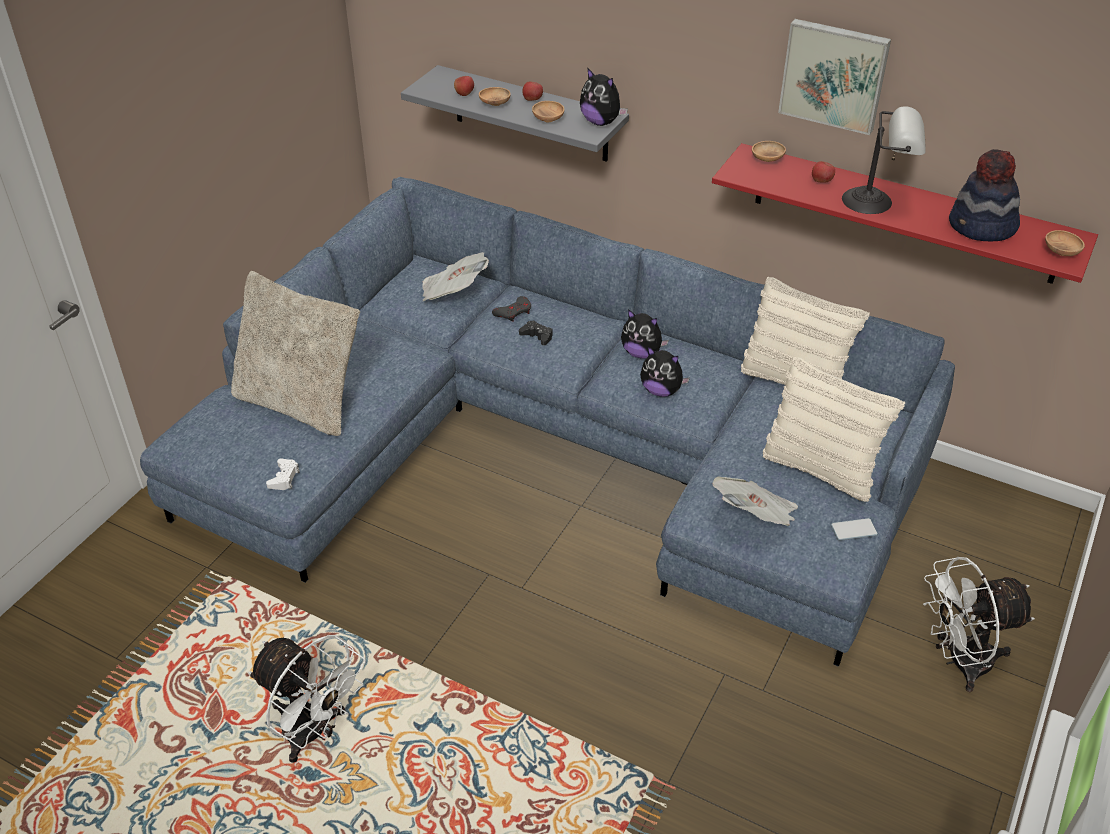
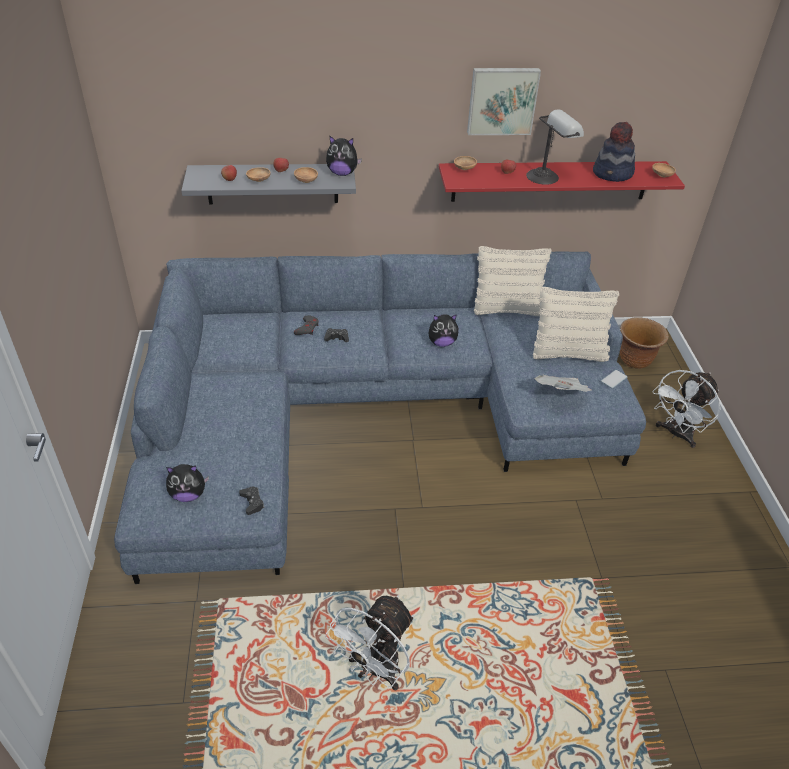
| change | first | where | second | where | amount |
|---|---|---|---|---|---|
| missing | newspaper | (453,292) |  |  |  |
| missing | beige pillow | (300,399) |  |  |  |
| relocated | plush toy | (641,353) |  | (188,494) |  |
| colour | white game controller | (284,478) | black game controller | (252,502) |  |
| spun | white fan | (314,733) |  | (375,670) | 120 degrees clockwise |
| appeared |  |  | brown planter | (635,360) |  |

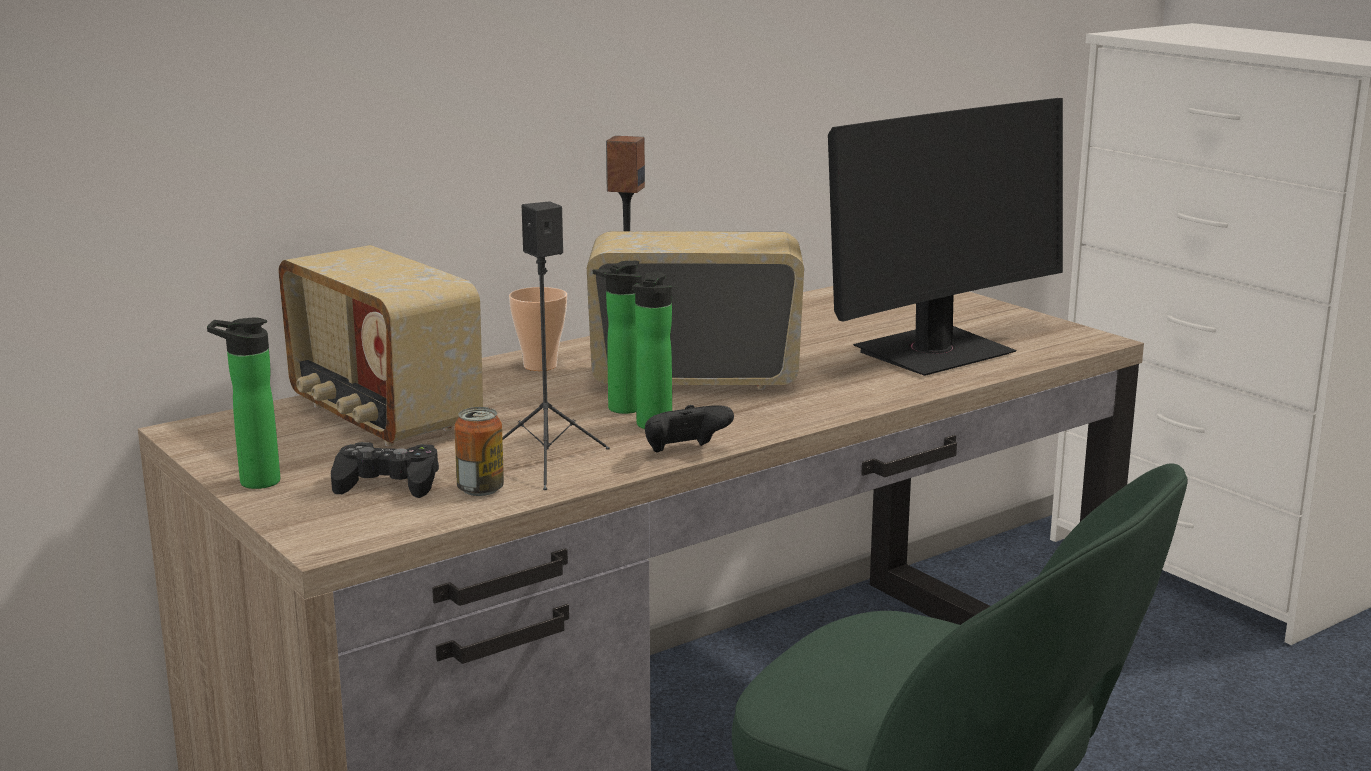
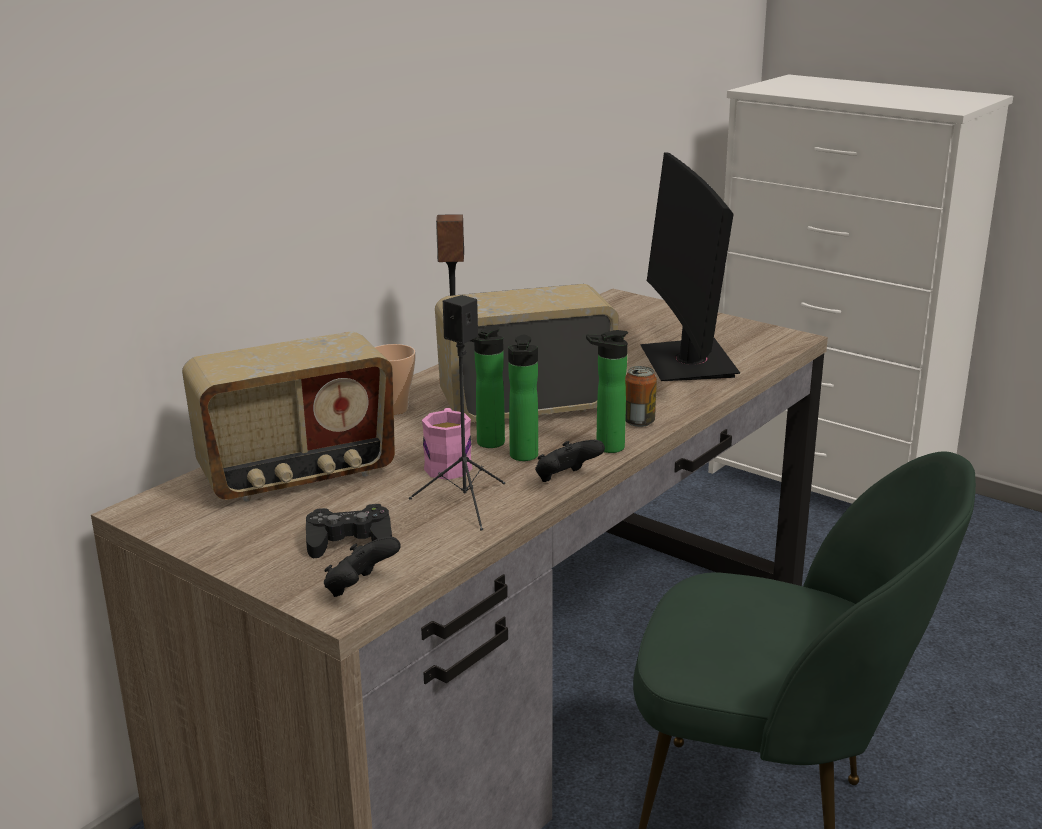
| change | first | where | second | where | amount |
|---|---|---|---|---|---|
| spun | monitor | (935,353) |  | (688,362) | 135 degrees clockwise |
| spun | radio | (381,417) |  | (297,476) | 60 degrees counterclockwise |
| relocated | bottle | (253,482) |  | (605,448) |  |
| relocated | can | (480,489) |  | (639,422) |  |
| appeared |  |  | pink mug | (448,464) |  |
| appeared |  |  | black game controller | (360,589) |  |

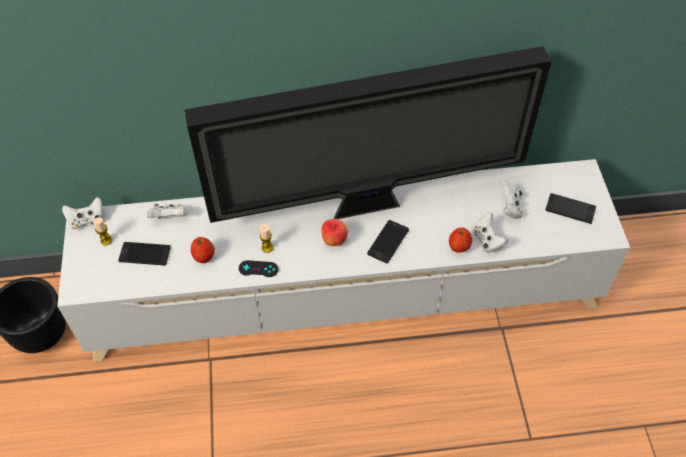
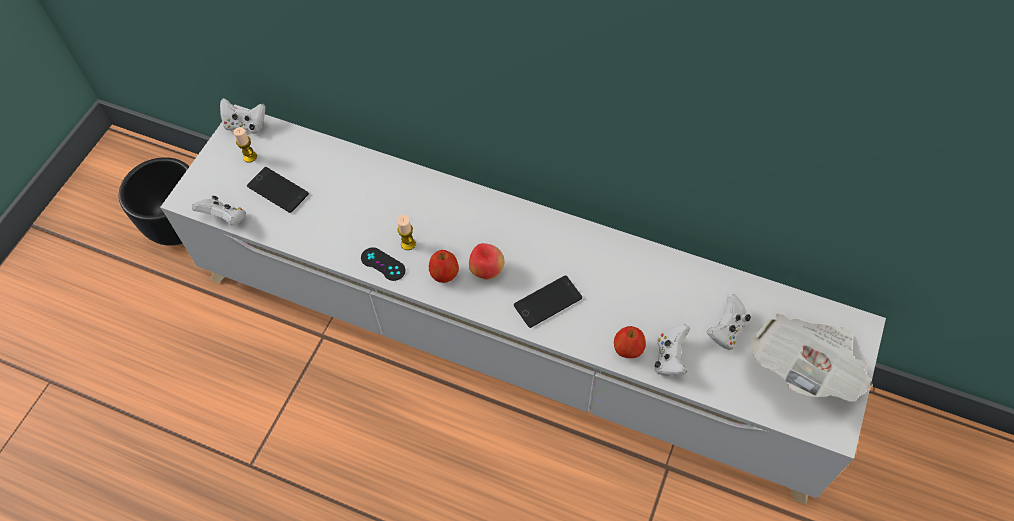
| change | first | where | second | where | amount |
|---|---|---|---|---|---|
| missing | television | (369,204) |  |  |  |
| exchanged | phone | (570,209) | newspaper | (805,368) |  |
| relocated | white game controller | (169,217) |  | (225,218) |  |
| relocated | apple | (204,257) |  | (444,275) |  |

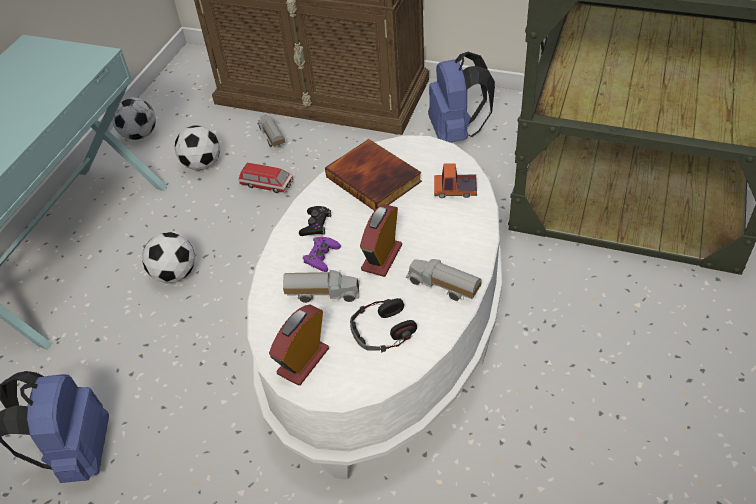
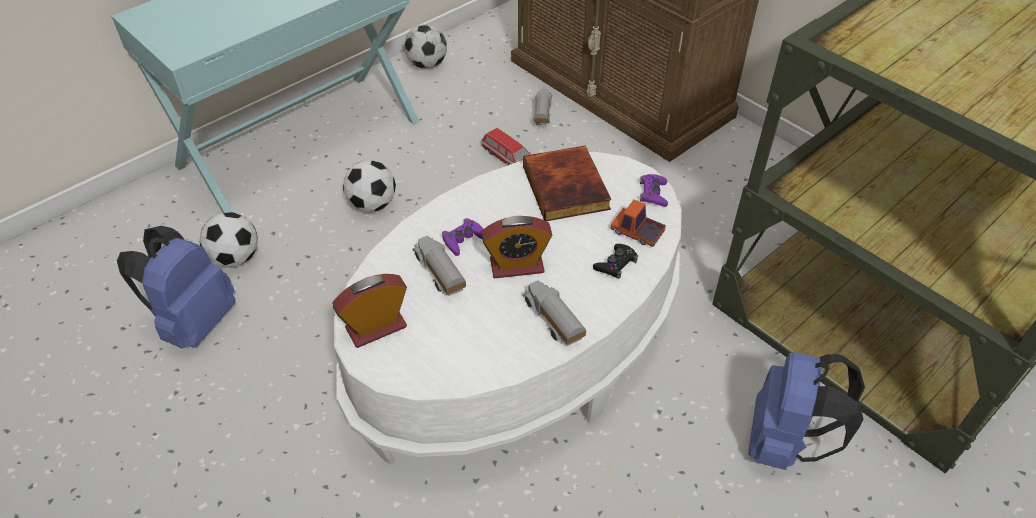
| change | first | where | second | where | amount |
|---|---|---|---|---|---|
| relocated | blue backpack | (456,133) |  | (784,442) |  |
| relocated | football | (202,164) |  | (235,258) |  |
| spun | alarm clock | (382,257) |  | (517,266) | 150 degrees counterclockwise |
| relocated | black game controller | (316,224) |  | (616,264) |  |
| spun | toy truck | (323,293) |  | (439,274) | 150 degrees counterclockwise |
| missing | headphones | (382,331) |  |  |  |
| appeared |  |  | purple game controller | (653,193) |  |

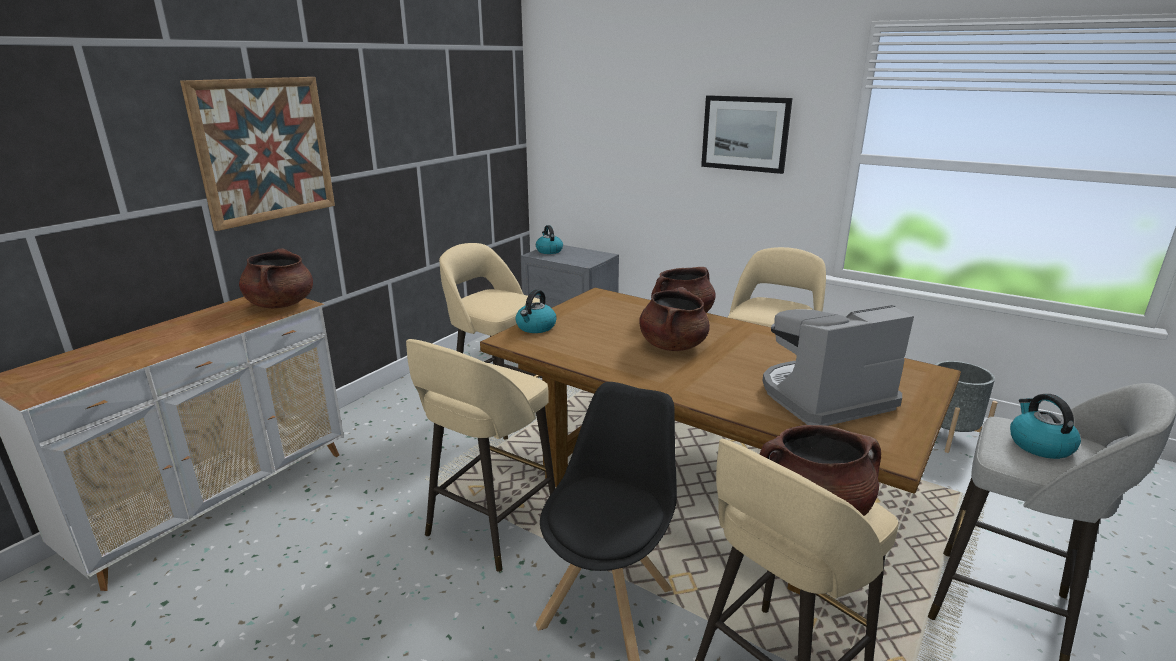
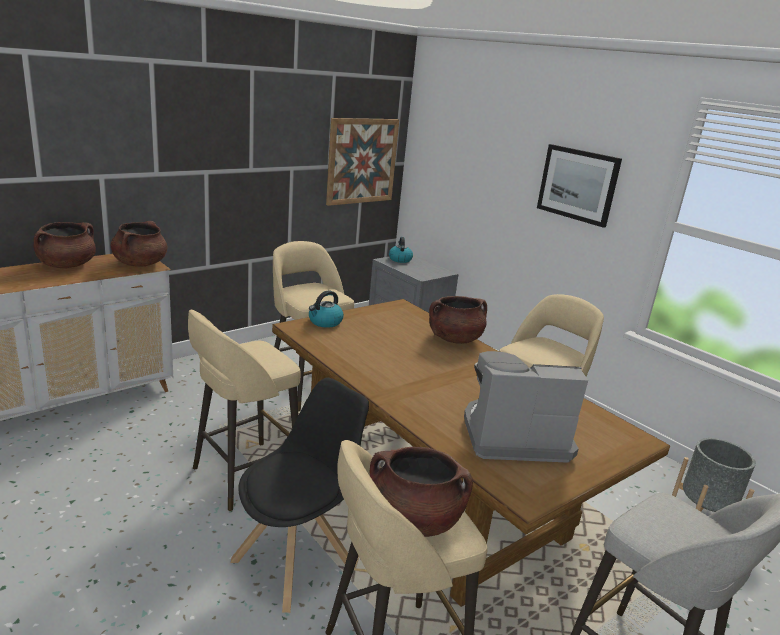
| change | first | where | second | where | amount |
|---|---|---|---|---|---|
| relocated | picture | (265,150) |  | (362,161) |  |
| relocated | brown cooking pot | (672,345) |  | (67,265) |  |
| missing | kettle | (1039,445) |  |  |  |

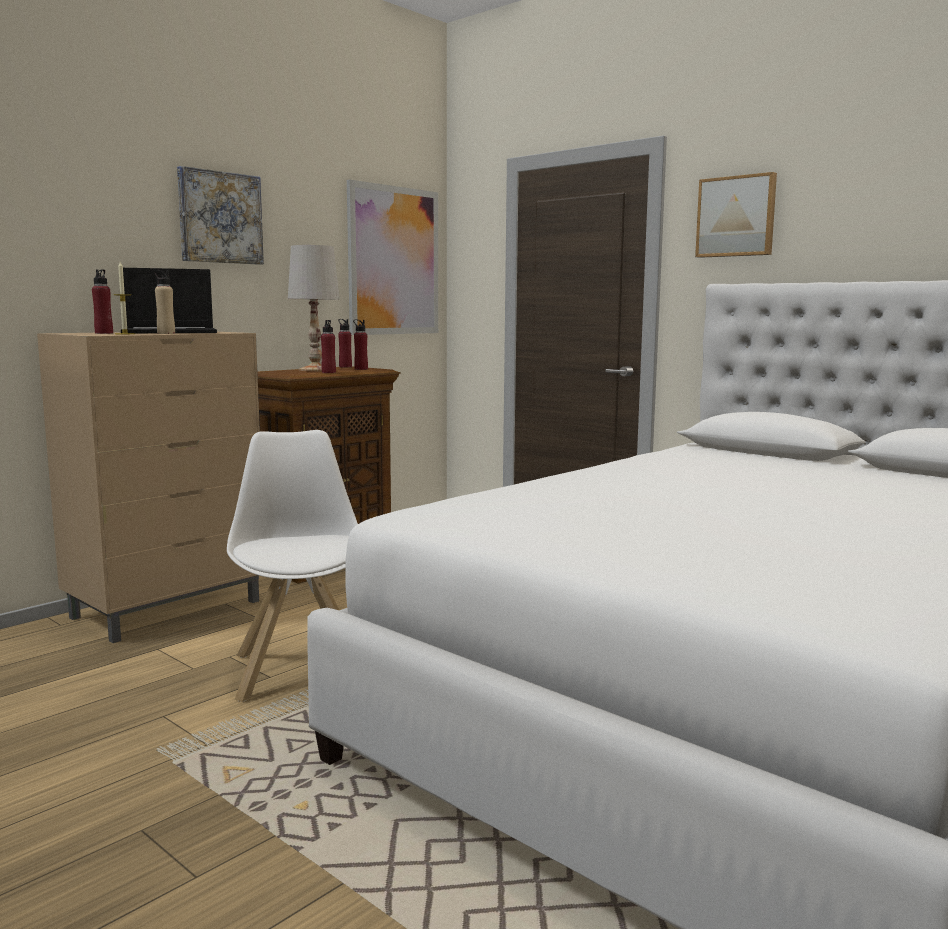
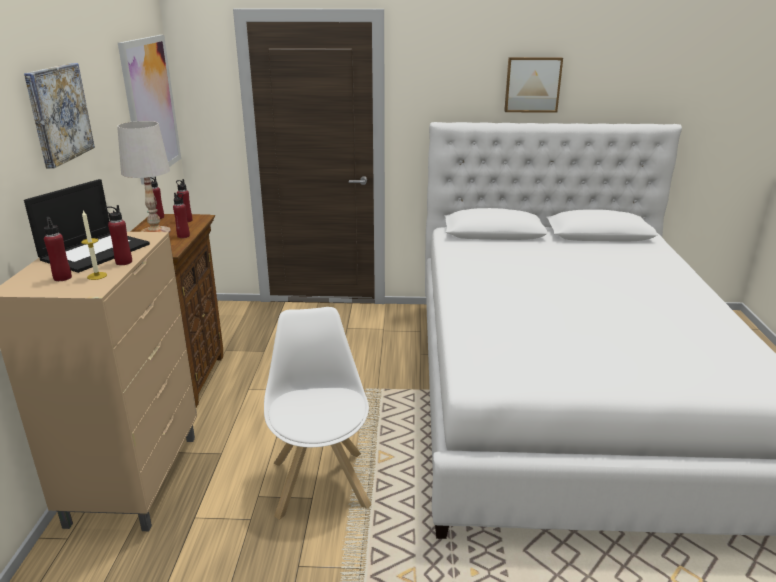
| change | first | where | second | where | amount |
|---|---|---|---|---|---|
| relocated | picture | (736,216) |  | (532,84) |  |
| colour | beige bottle | (166,333) | red bottle | (123,262) |  |
| spun | white chair | (301,668) |  | (320,481) | 45 degrees clockwise |

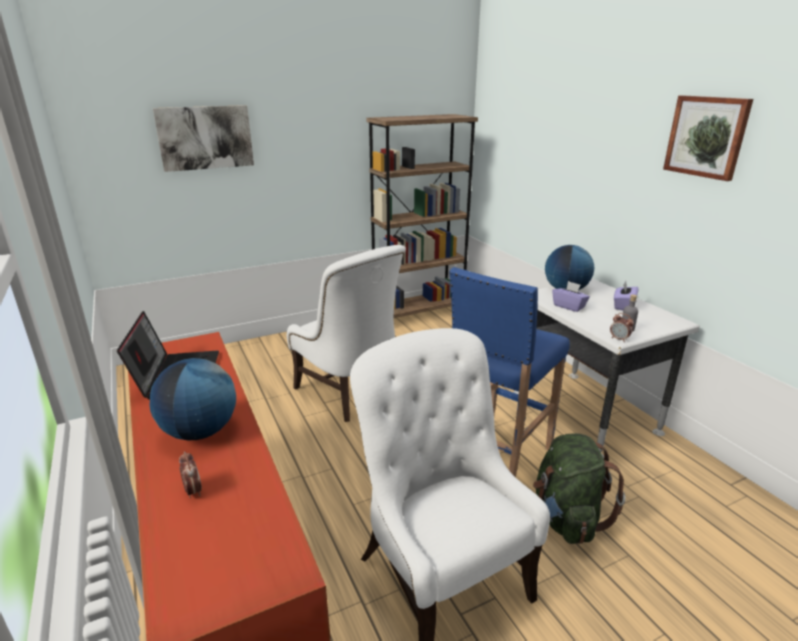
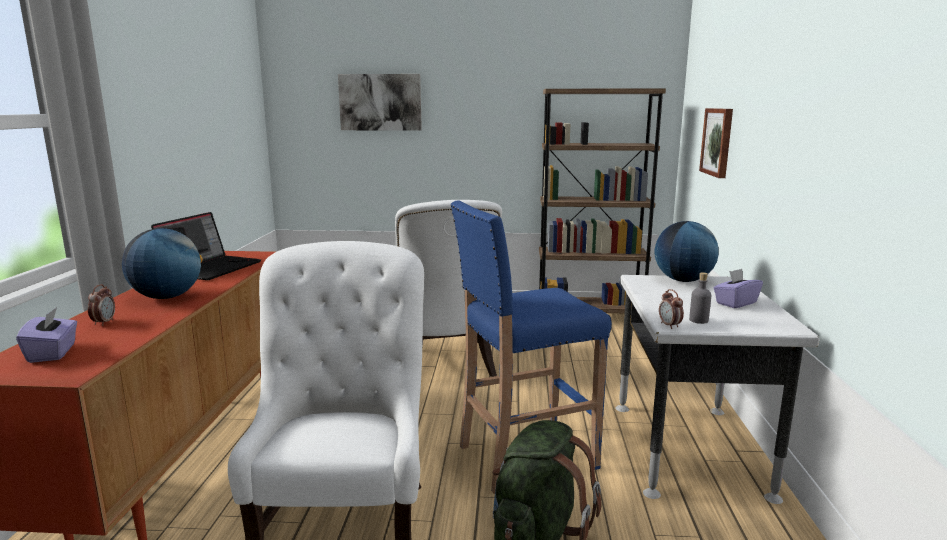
| change | first | where | second | where | amount |
|---|---|---|---|---|---|
| relocated | picture | (706,136) |  | (718,142) |  |
| relocated | purple tissue box | (569,306) |  | (53,353) |  |

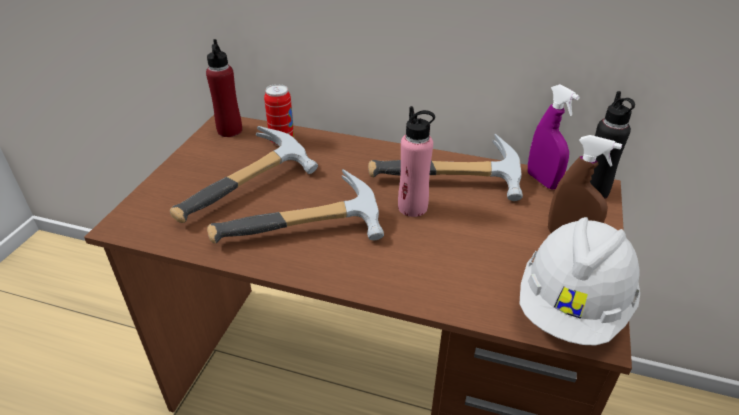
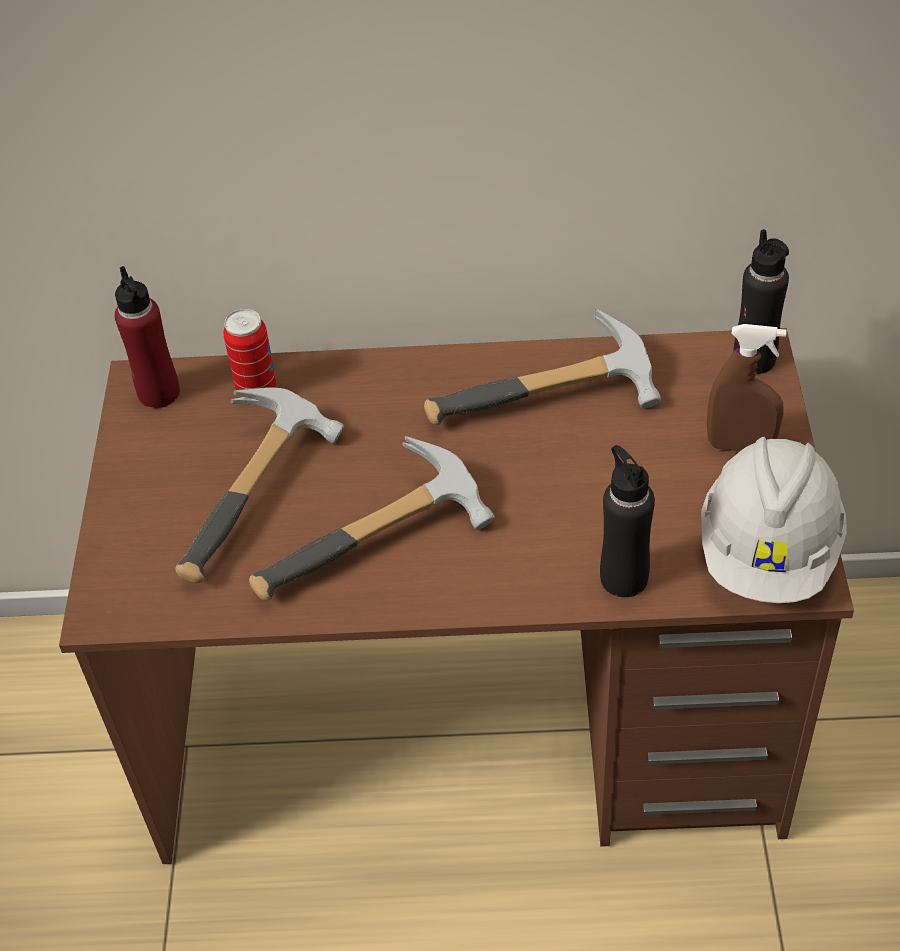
| change | first | where | second | where | amount |
|---|---|---|---|---|---|
| missing | purple spray bottle | (542,180) |  |  |  |
| missing | pink bottle | (412,207) |  |  |  |
| appeared |  |  | black bottle | (623,578) |  |

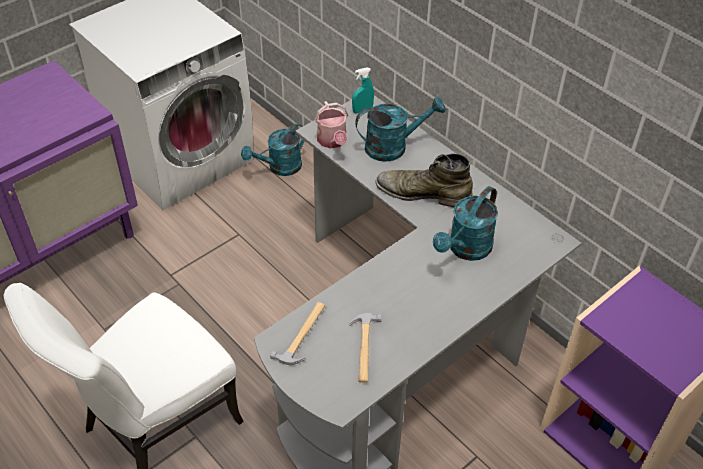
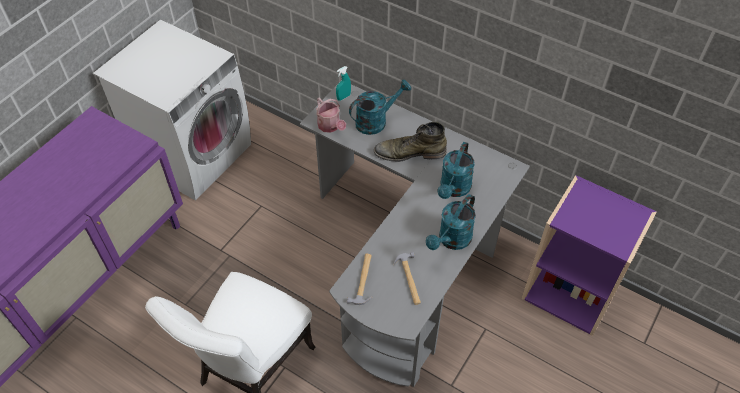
| change | first | where | second | where | amount |
|---|---|---|---|---|---|
| relocated | turquoise watering can | (279,168) |  | (451,240) |  |

